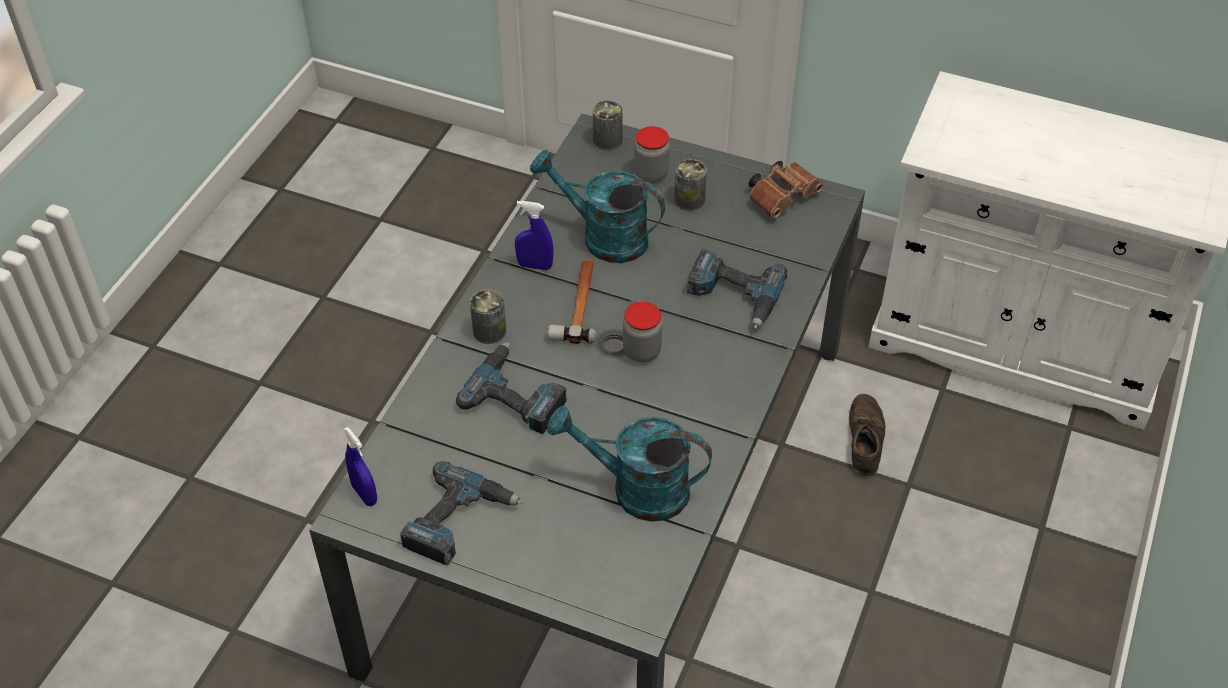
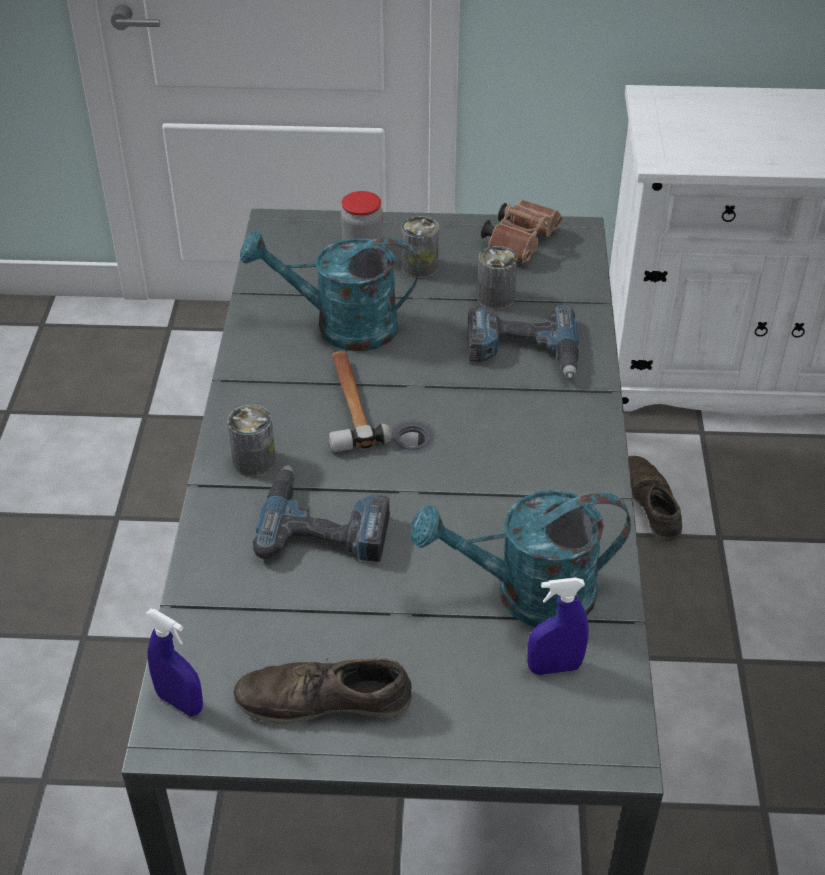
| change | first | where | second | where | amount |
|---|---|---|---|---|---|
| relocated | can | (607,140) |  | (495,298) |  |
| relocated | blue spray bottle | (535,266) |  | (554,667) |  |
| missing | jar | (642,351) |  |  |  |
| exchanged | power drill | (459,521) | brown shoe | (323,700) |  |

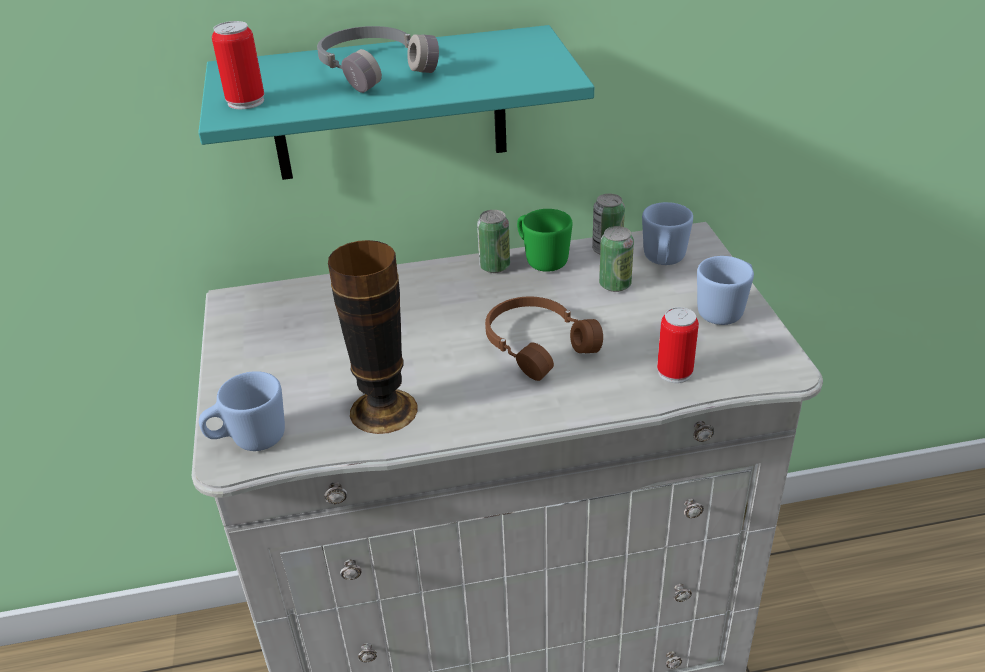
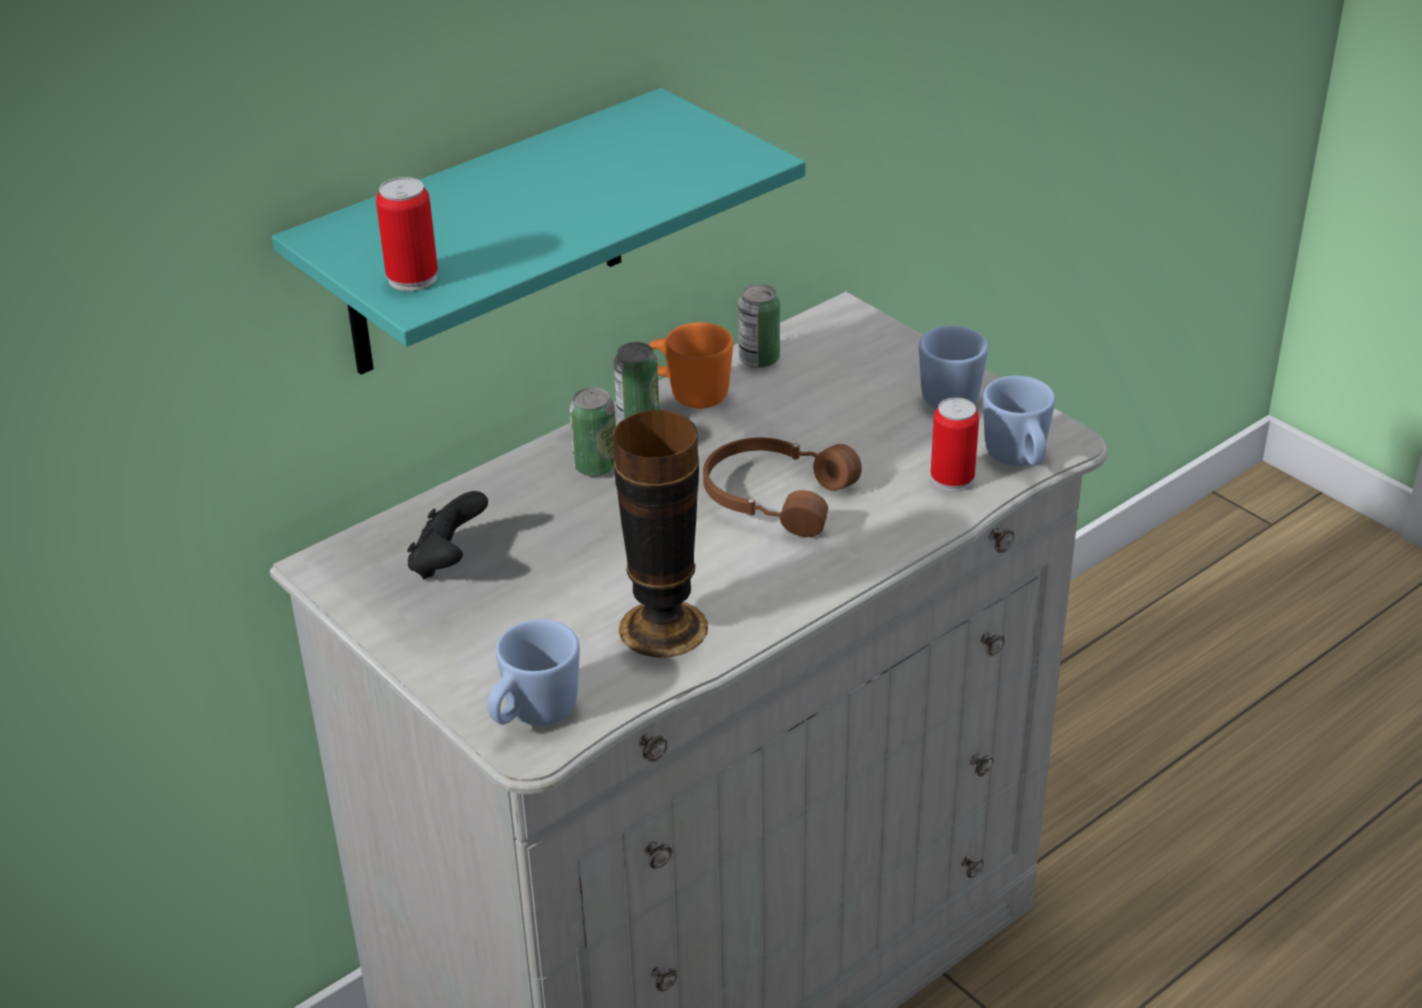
| change | first | where | second | where | amount |
|---|---|---|---|---|---|
| missing | grey headphones | (374,69) |  |  |  |
| relocated | blue mug | (663,261) |  | (1018,460) |  |
| colour | green mug | (541,260) | orange mug | (689,394) |  |
| relocated | can | (615,285) |  | (596,467) |  |
| appeared |  |  | black game controller | (448,562) |  |

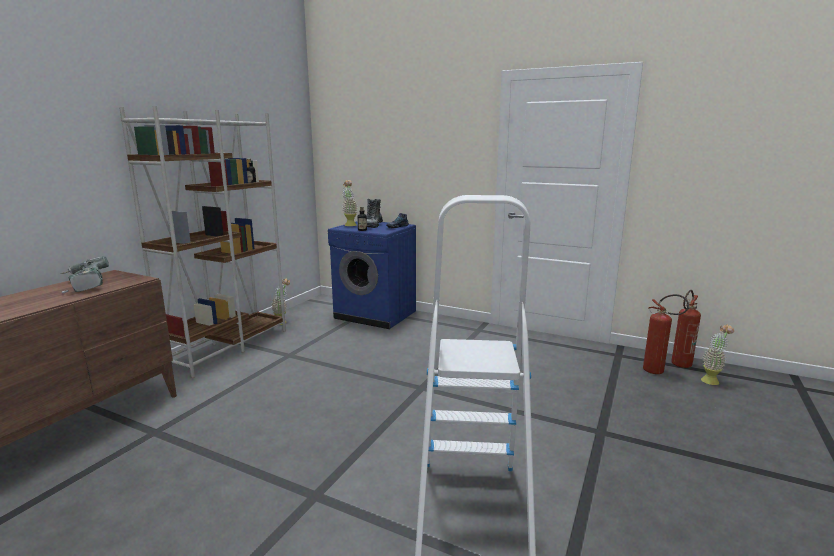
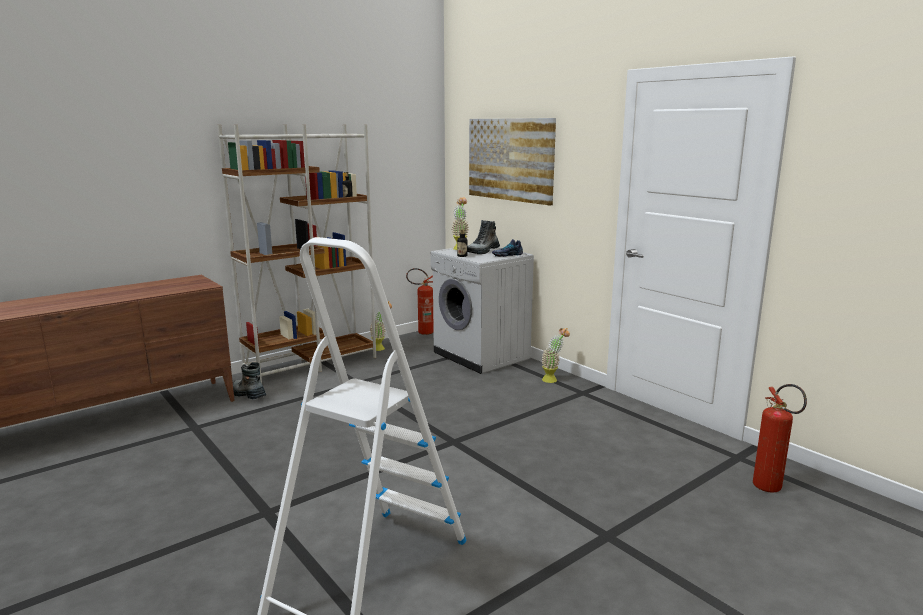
| change | first | where | second | where | amount |
|---|---|---|---|---|---|
| colour | blue washing machine | (374,315) | white washing machine | (480,356) |  |
| missing | power drill | (85,285) |  |  |  |
| relocated | fire extinguisher | (679,365) |  | (422,332) |  |
| relocated | potted plant | (712,380) |  | (553,379) |  |
| appeared |  |  | picture | (510,159) |  |
| appeared |  |  | boot | (248,395) |  |

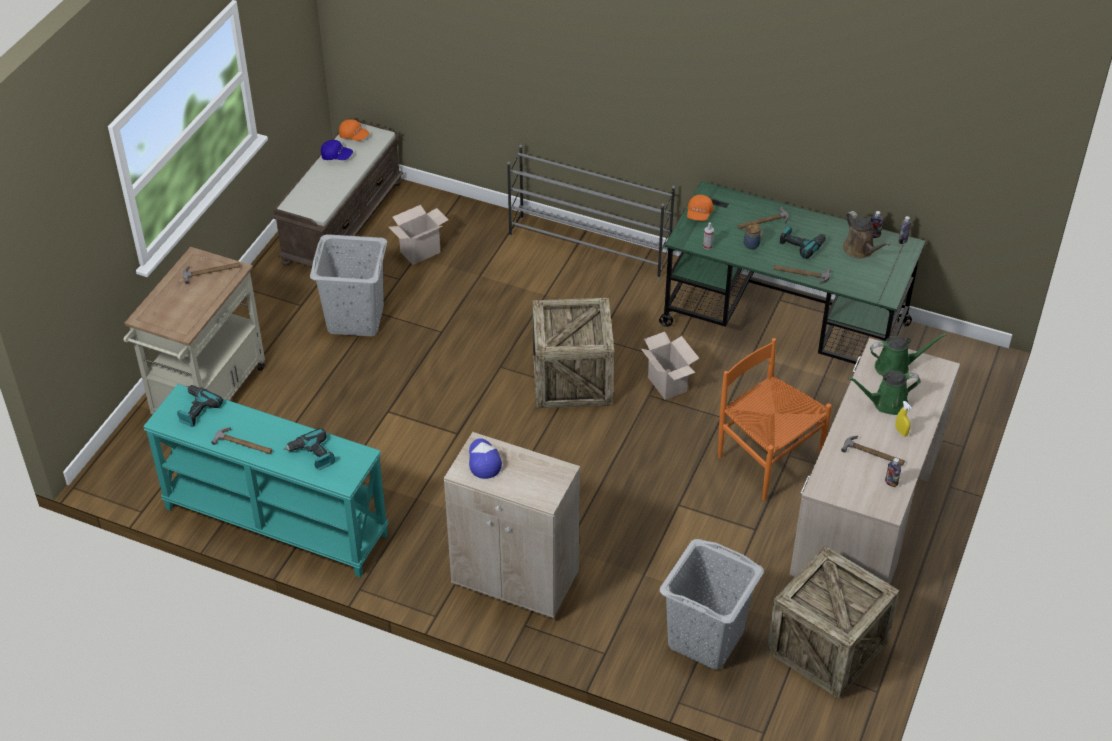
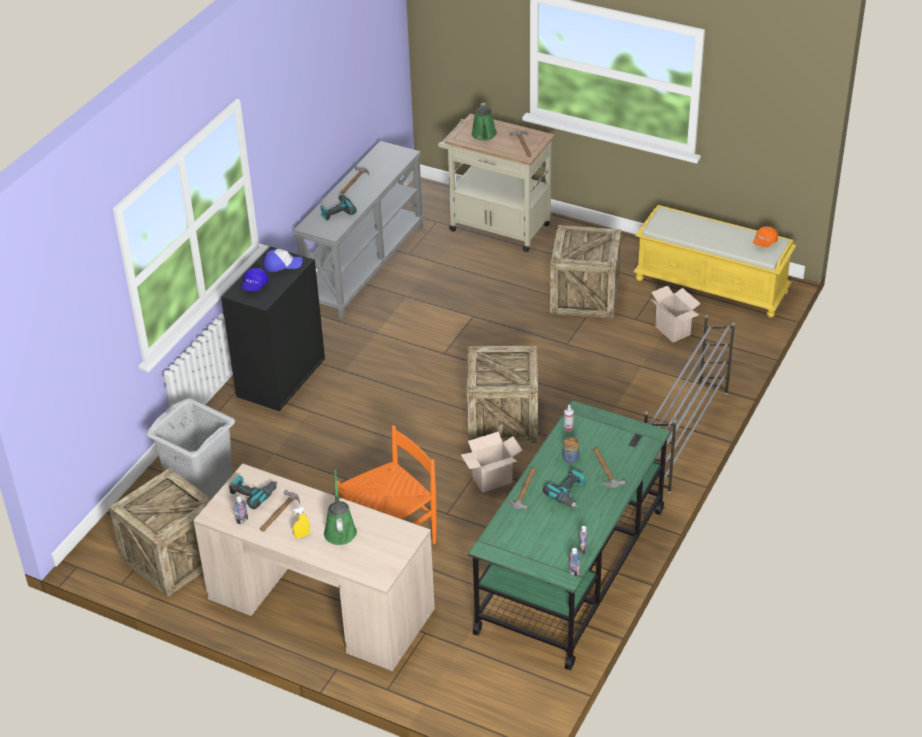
| change | first | where | second | where | amount |
|---|---|---|---|---|---|
| colour | brown bench | (342,221) | yellow bench | (712,285) |  |
| relocated | blue cap | (337,156) |  | (254,285) |  |
| missing | orange cap | (699,214) |  |  |  |
| missing | brown watering can | (860,250) |  |  |  |
| exchanged | grey laundry basket | (355,318) | crate | (584,296) |  |
| relocated | green watering can | (896,367) |  | (484,135) |  |
| colour | turquoise console table | (274,522) | grey console table | (364,265) |  |
| relocated | power drill | (195,409) |  | (253,494) |  |
| colour | beige cabinet | (513,582) | black cabinet | (282,382) |  |

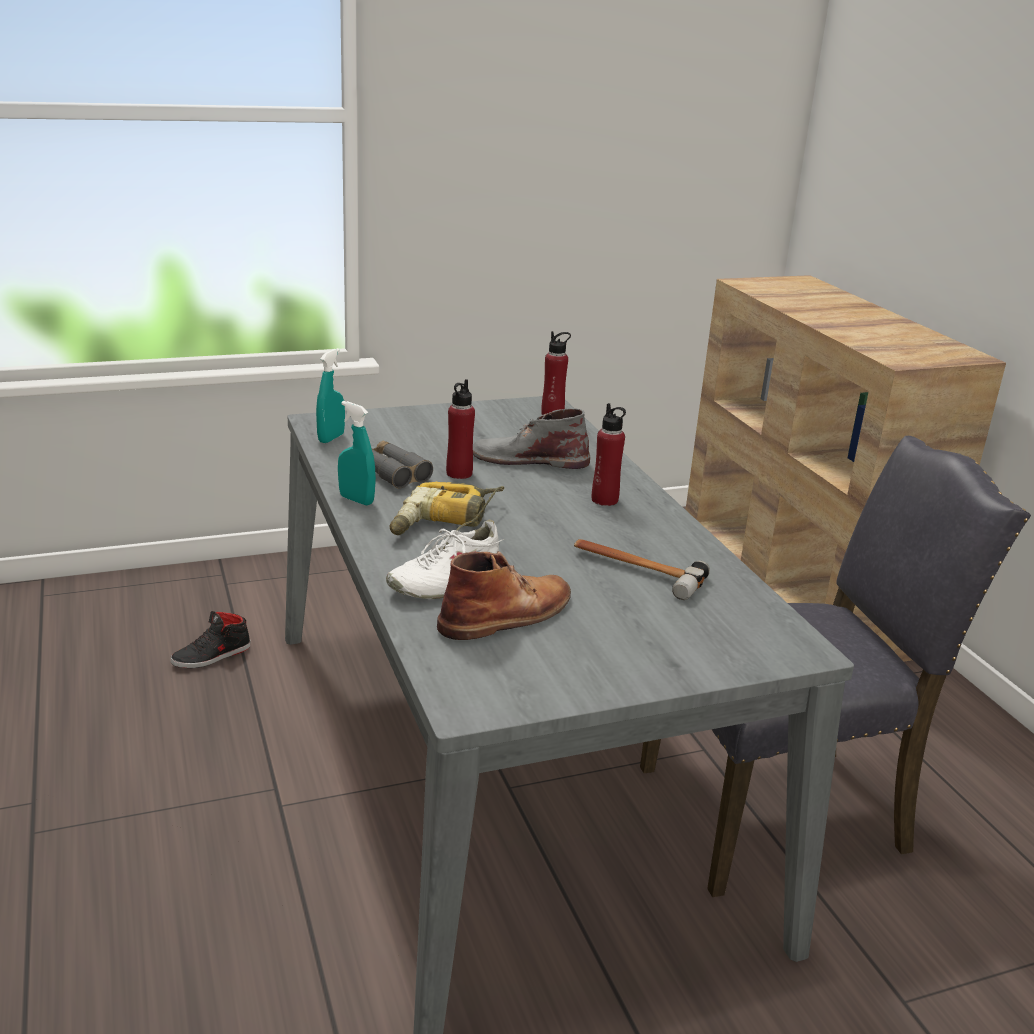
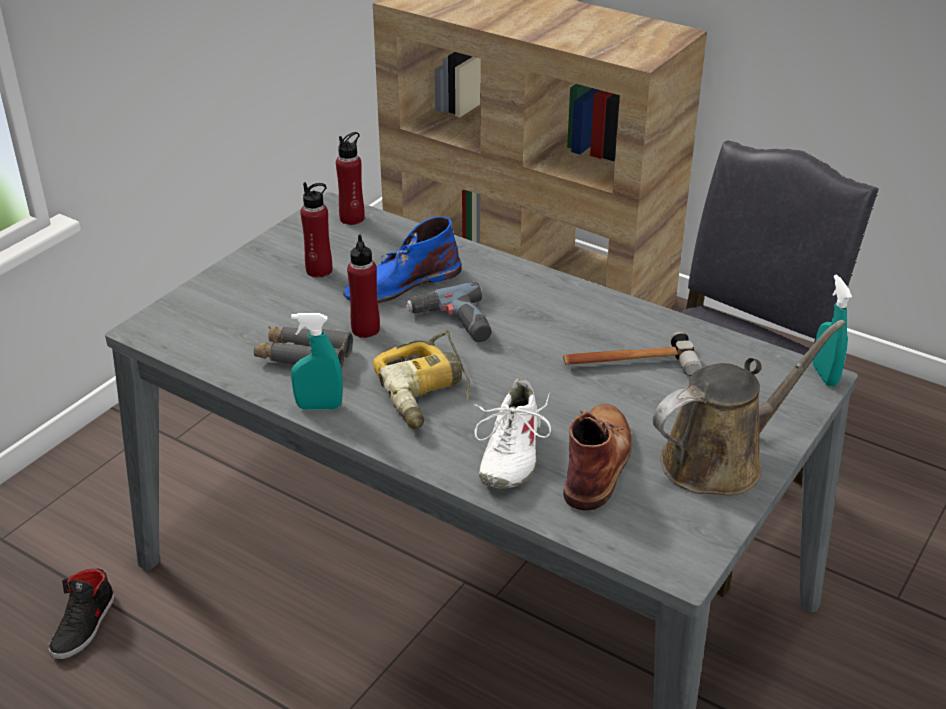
| change | first | where | second | where | amount |
|---|---|---|---|---|---|
| relocated | turquoise spray bottle | (331,438) |  | (824,375) |  |
| relocated | red bottle | (604,500) |  | (319,270) |  |
| colour | grey boot | (528,459) | blue boot | (401,284) |  |
| appeared |  |  | power drill | (453,323) |  |
| appeared |  |  | brown watering can | (720,460) |  |

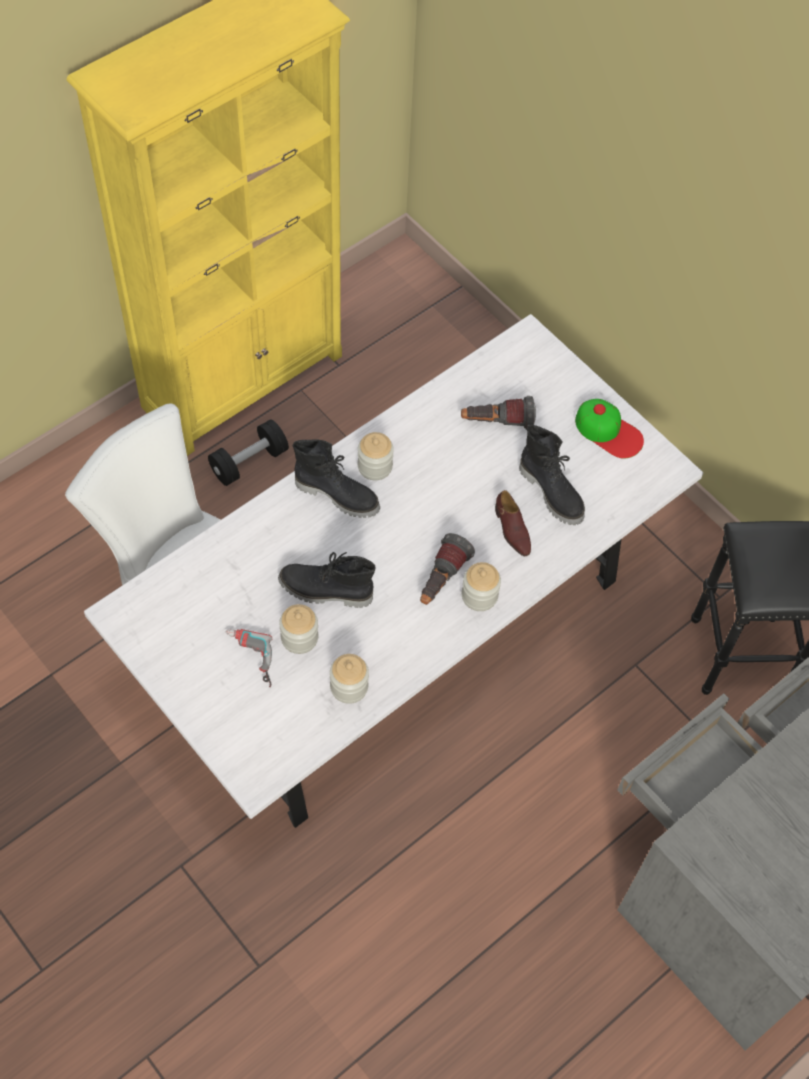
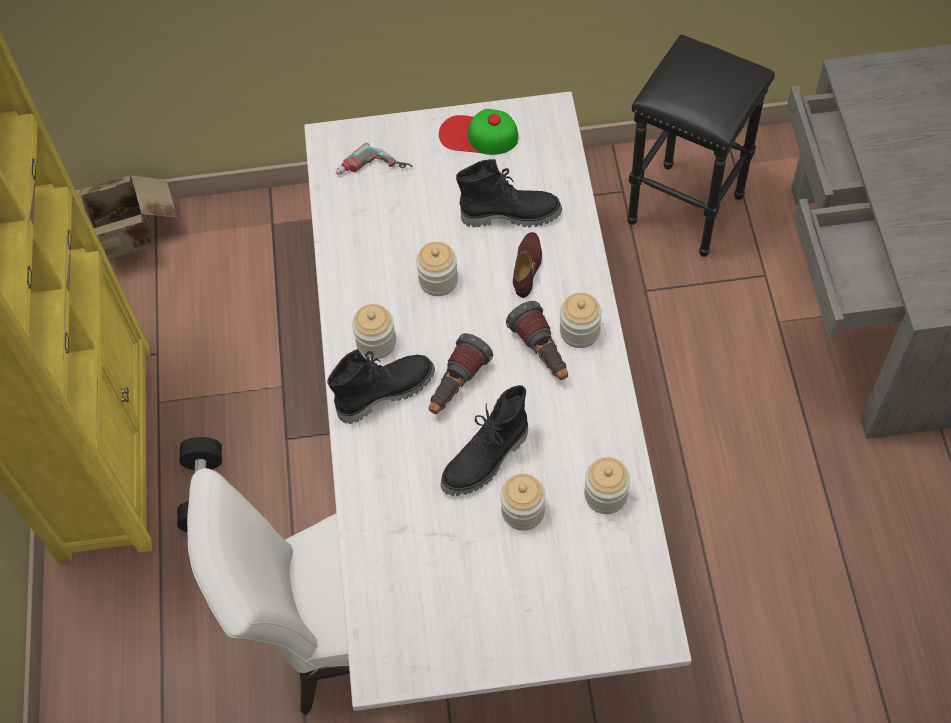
| change | first | where | second | where | amount |
|---|---|---|---|---|---|
| relocated | flashlight | (497,423) |  | (456,386) |  |
| spun | cap | (608,431) |  | (478,135) | 150 degrees counterclockwise |
| spun | brown shoe | (512,530) |  | (527,267) | 90 degrees counterclockwise |
| relocated | power drill | (248,659) |  | (373,172) |  |
| appeared |  |  | cardboard box | (128,239) |  |
| appeared |  |  | jar | (438,280) |  |

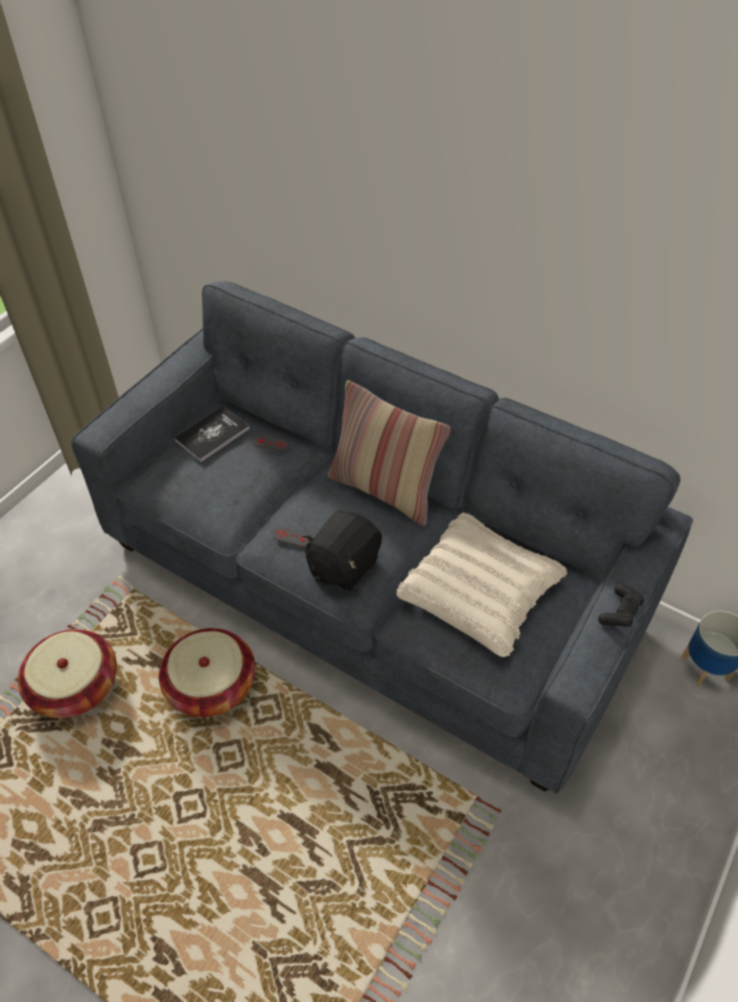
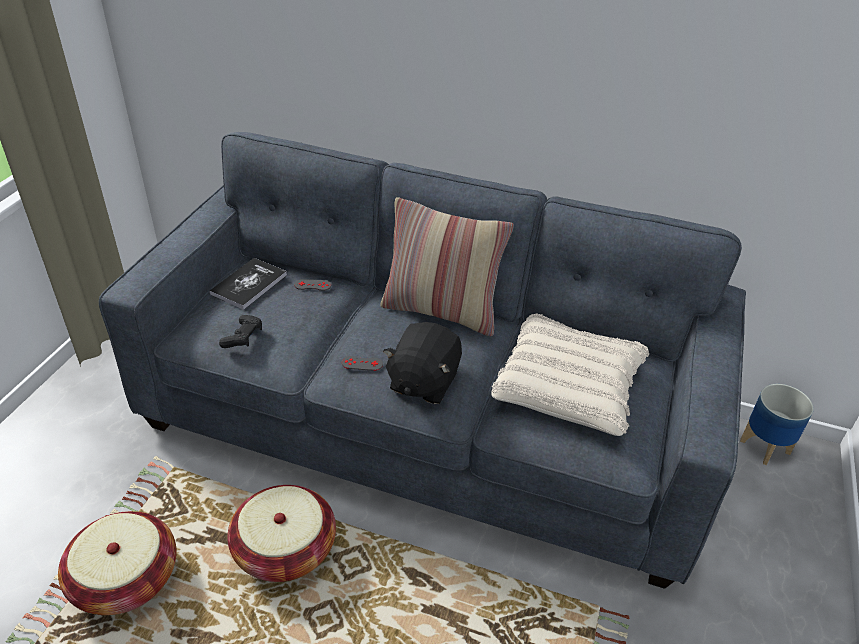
| change | first | where | second | where | amount |
|---|---|---|---|---|---|
| relocated | black game controller | (620,611) |  | (243,337) |  |

